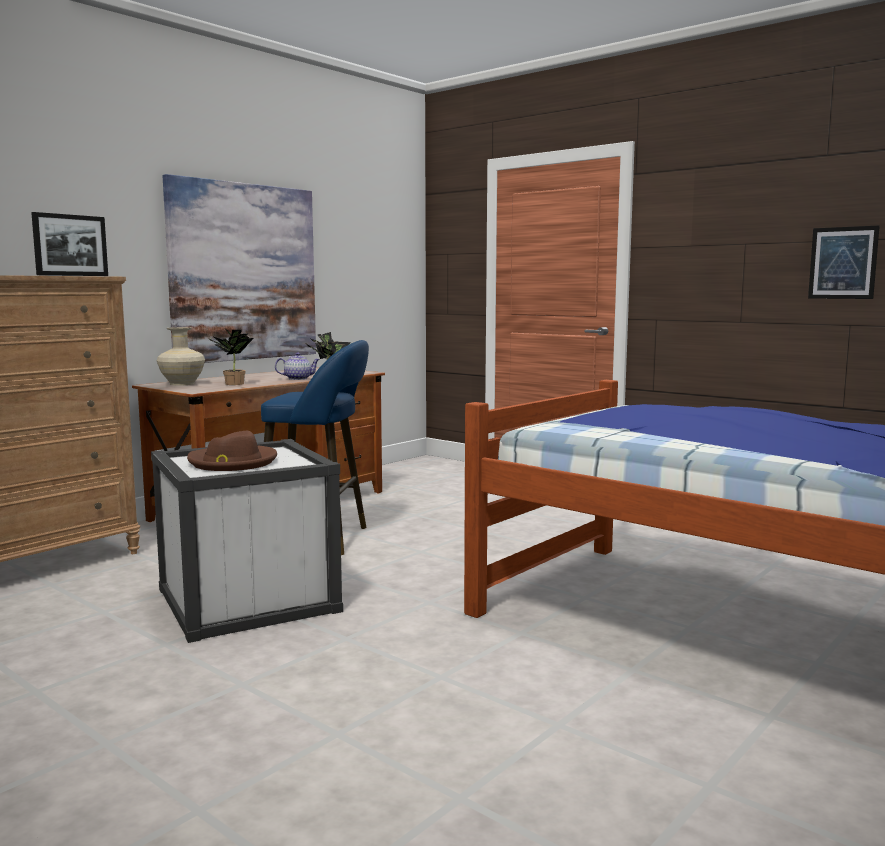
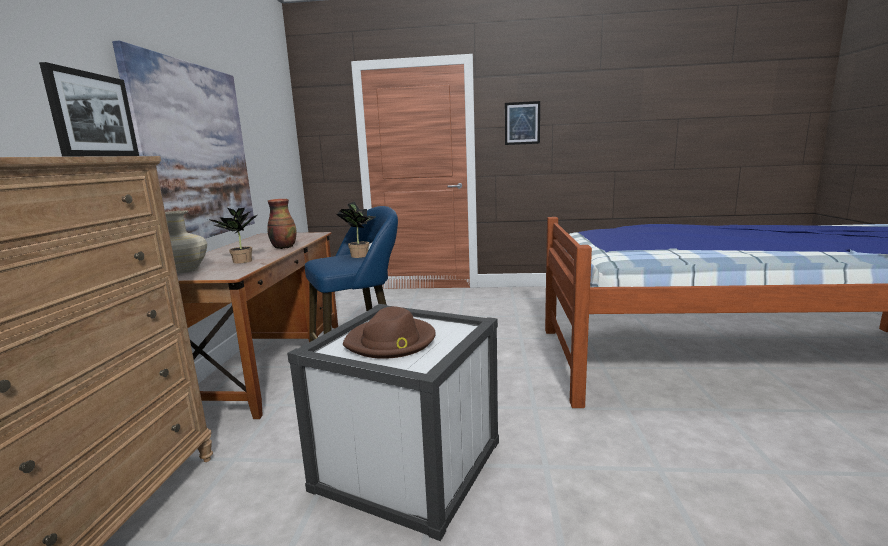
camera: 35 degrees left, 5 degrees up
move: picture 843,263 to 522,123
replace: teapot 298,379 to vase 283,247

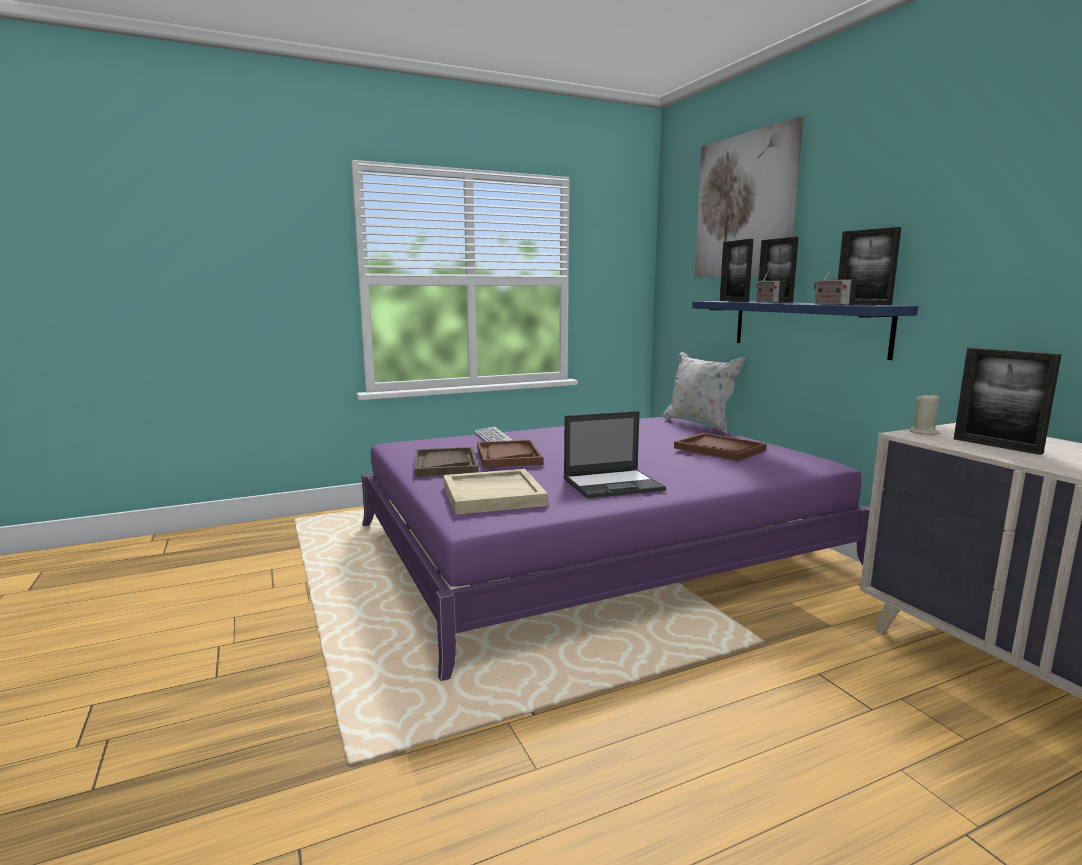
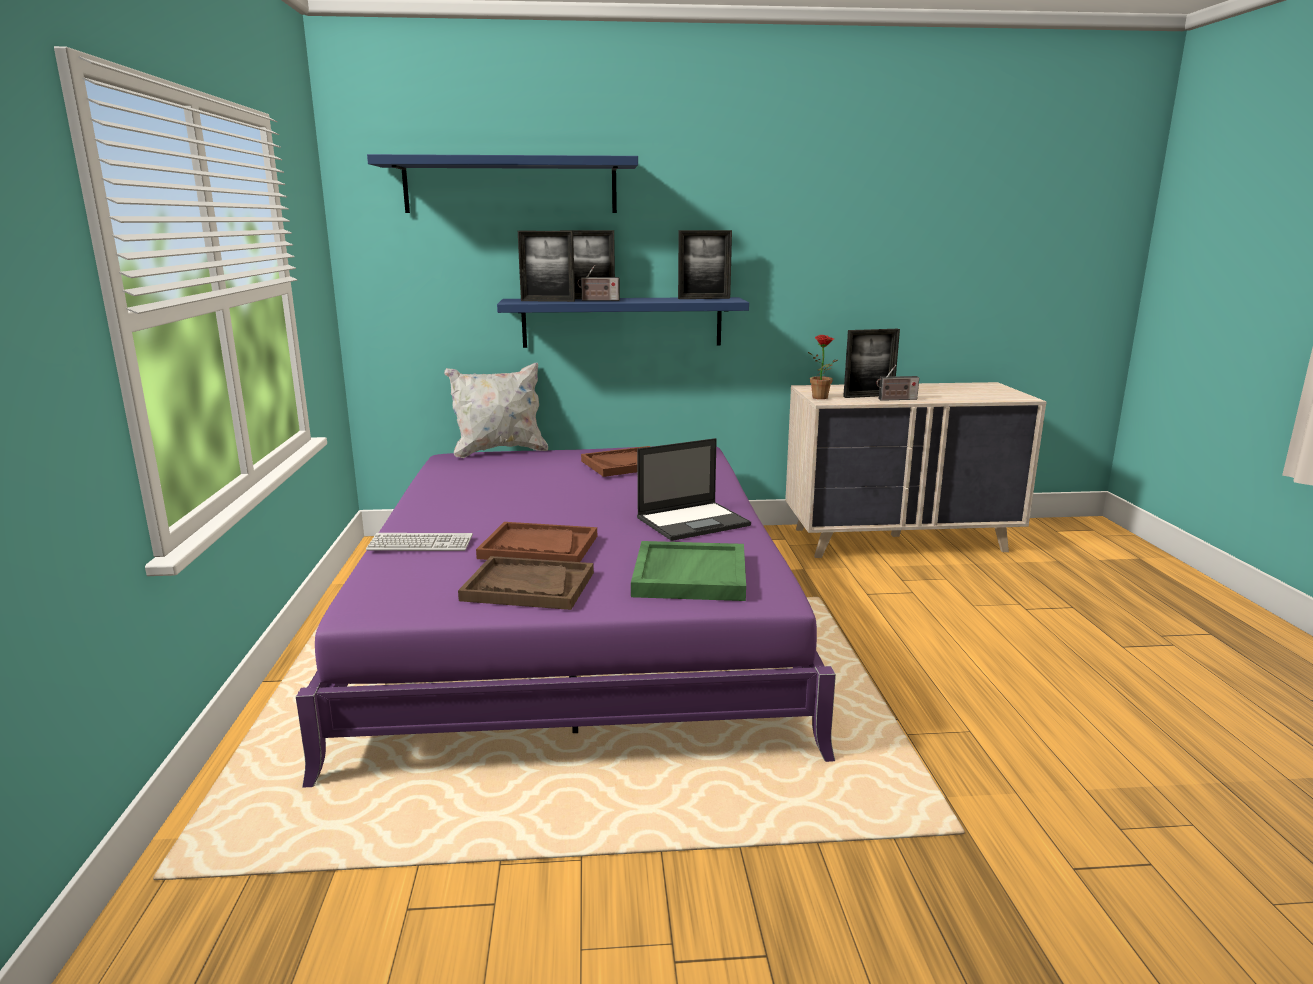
camera: 70 degrees left, 5 degrees up
move: radio 831,304 to 896,399
replace: picture 744,206 to blue shelf 510,186; beige candle 924,432 to potted plant 823,398
recolor: beige tray 494,495 to green tray 689,575
rotate: laptop 614,484 = 694,521 60 degrees clockwise

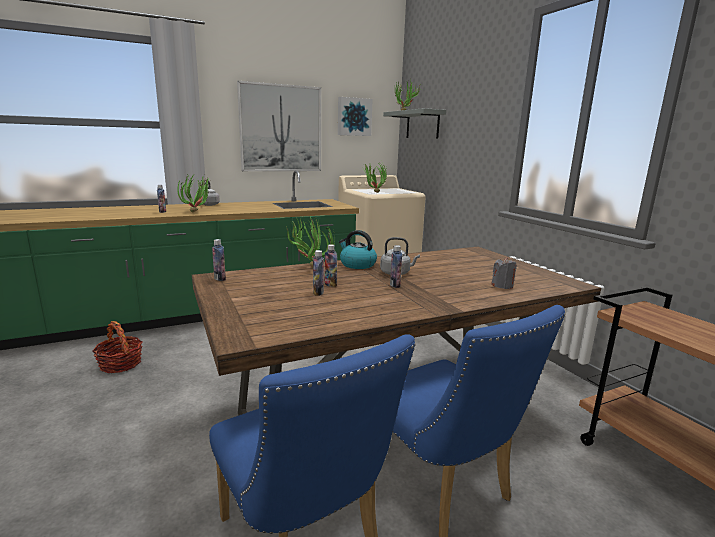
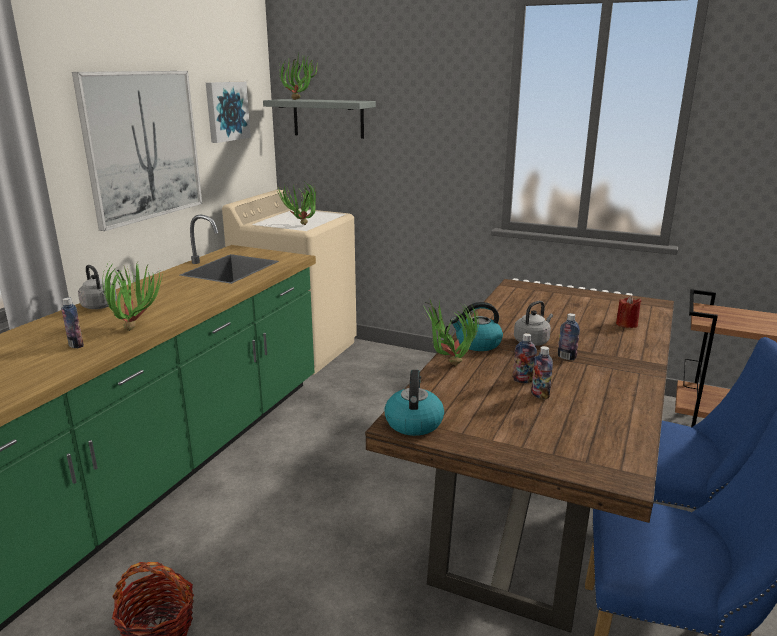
camera: 40 degrees left, 5 degrees up
replace: bottle 220,279 to kettle 413,422
recolor: grey candle 502,286 to red candle 626,324

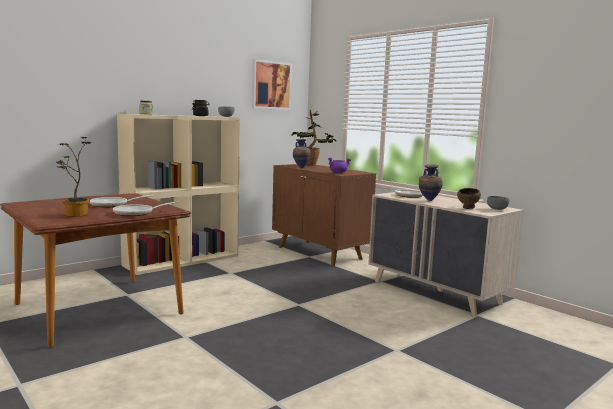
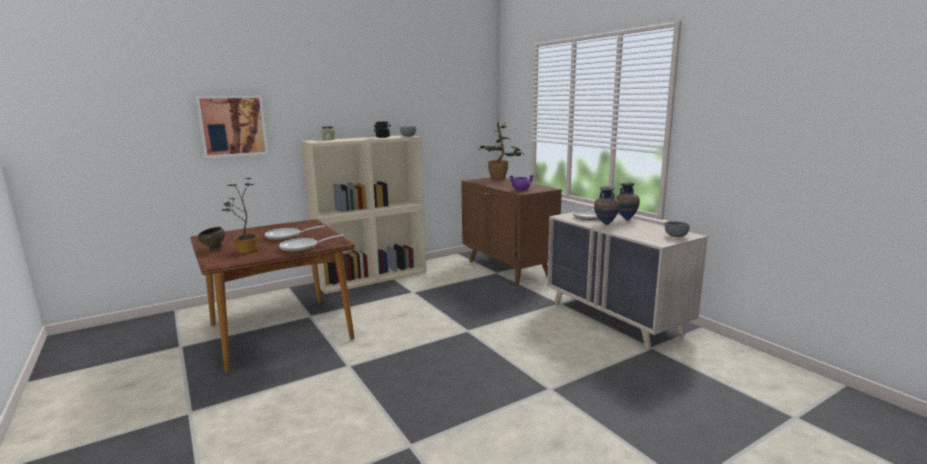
camera: 10 degrees right, 5 degrees up
move: picture 271,85 to 233,126; vase 301,167 to 626,219; brown bowl 468,208 to 214,249

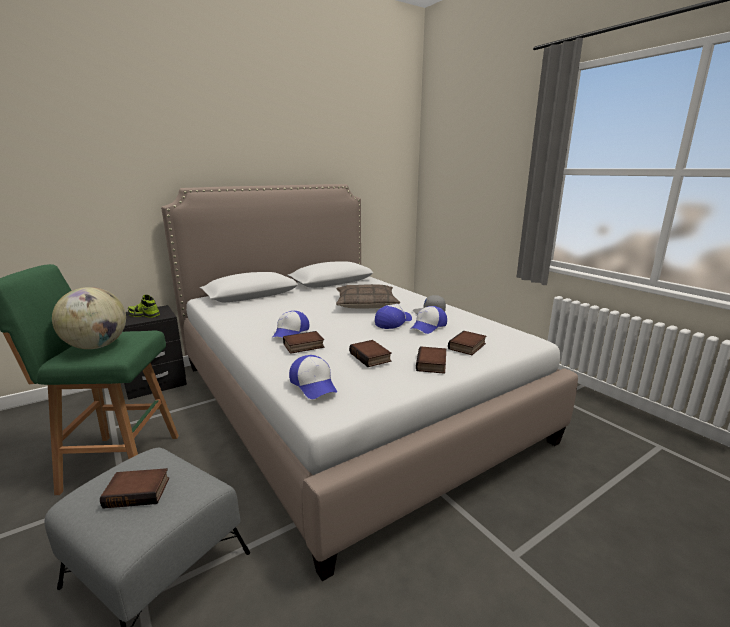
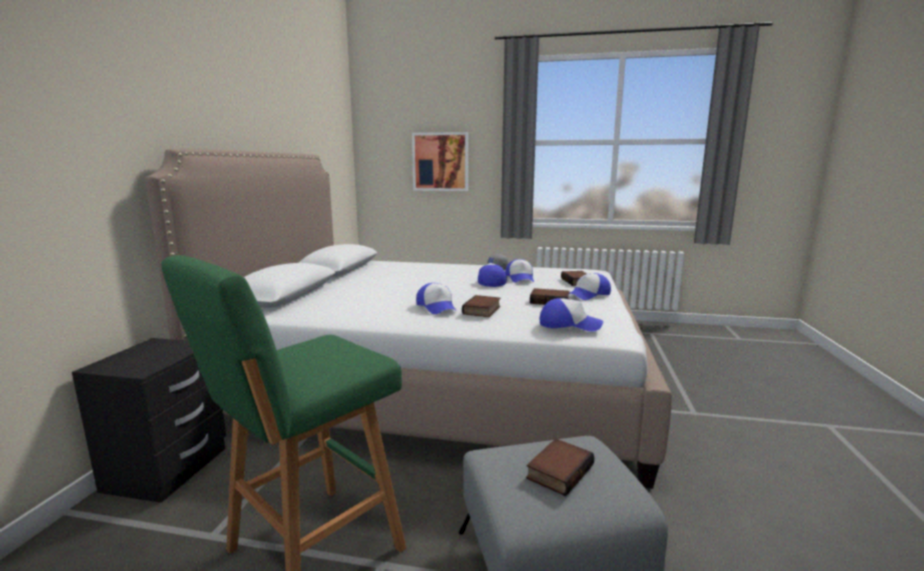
camera: 45 degrees left, 5 degrees down
delete: globe 97,346; shoe 144,315; pillow 366,304
insert: picture 440,162
replace: book 432,364 to cap 588,295

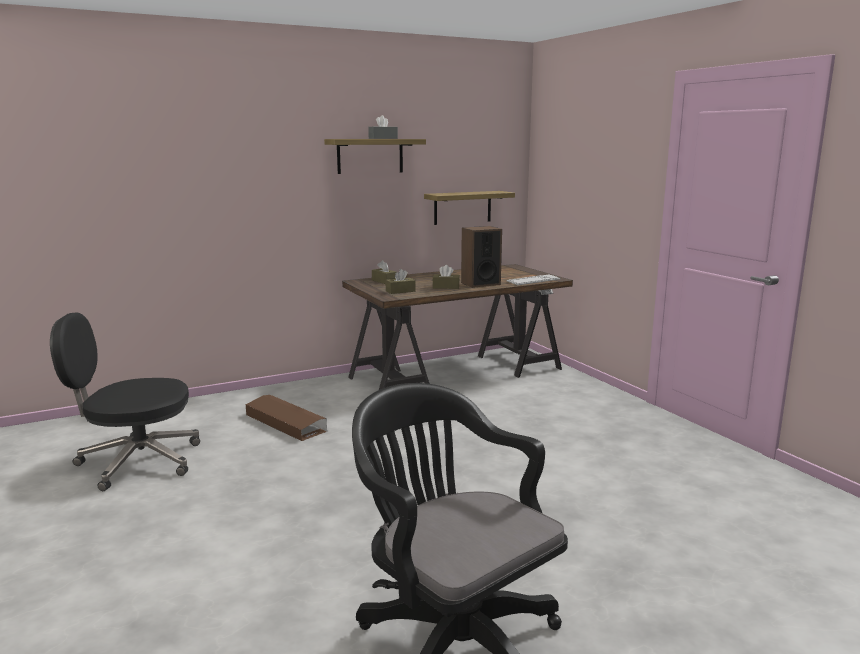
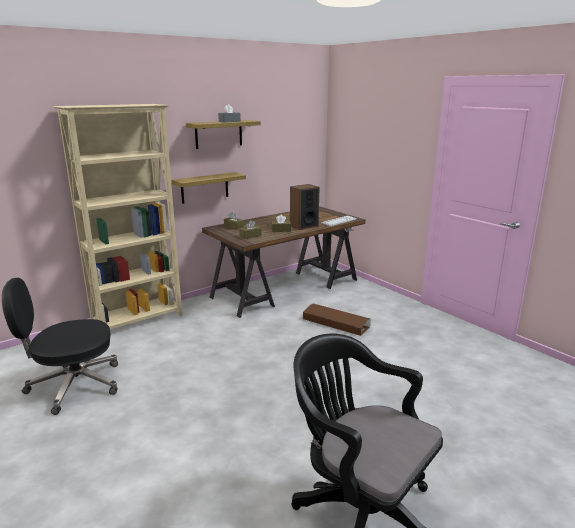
camera: 10 degrees left, 5 degrees up
insert: beige bookcase 139,320
move: brown storage box 285,423 to 335,323; shelf 462,207 to 204,188

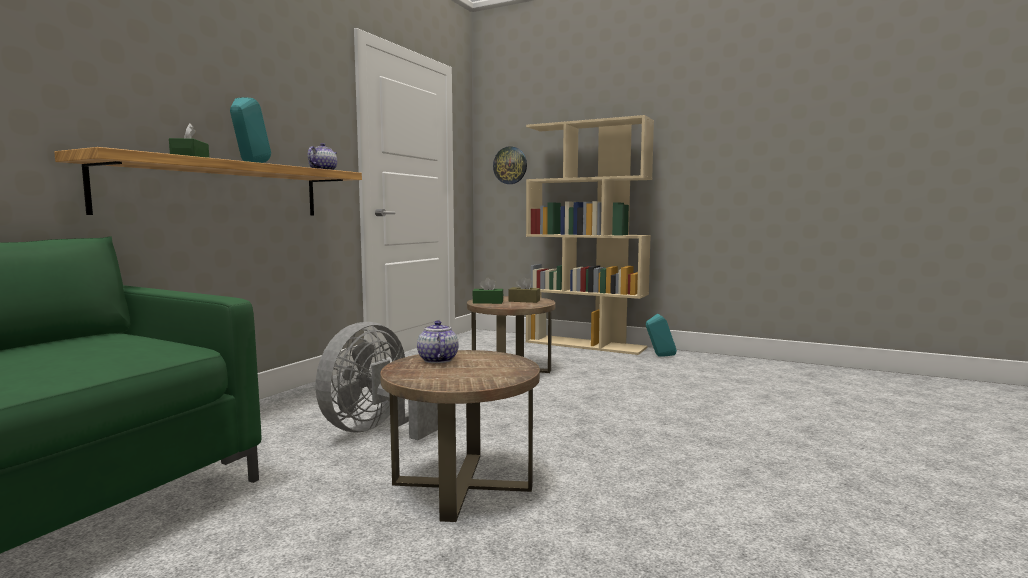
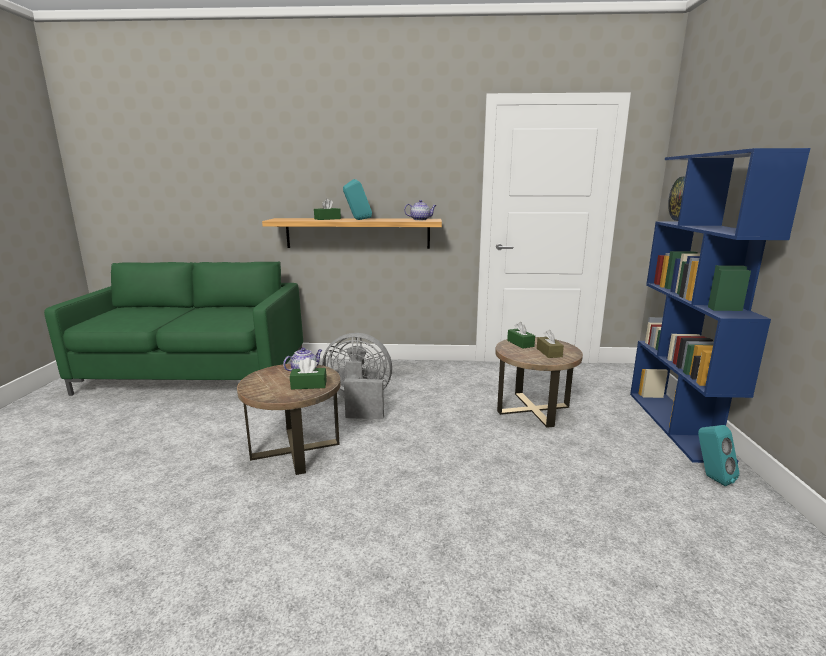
camera: 65 degrees right, 10 degrees up
insert: green tissue box 309,385
recolor: beige bookcase 586,345 to blue bookcase 677,424

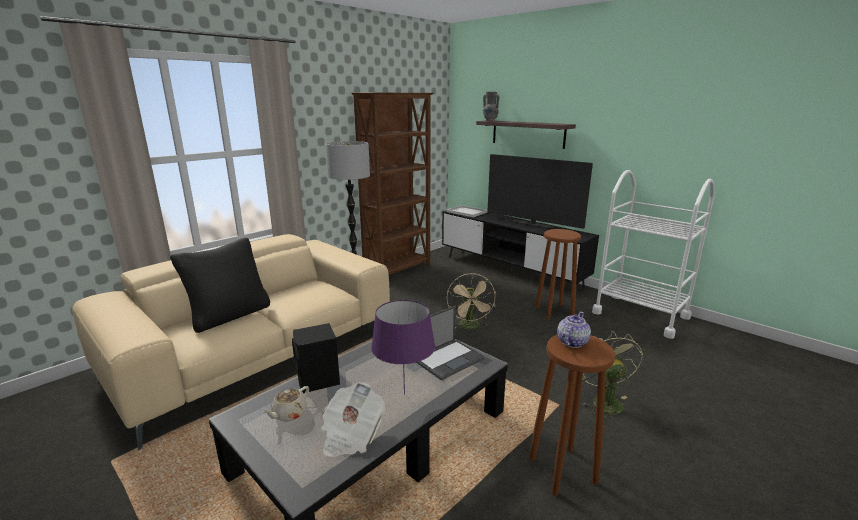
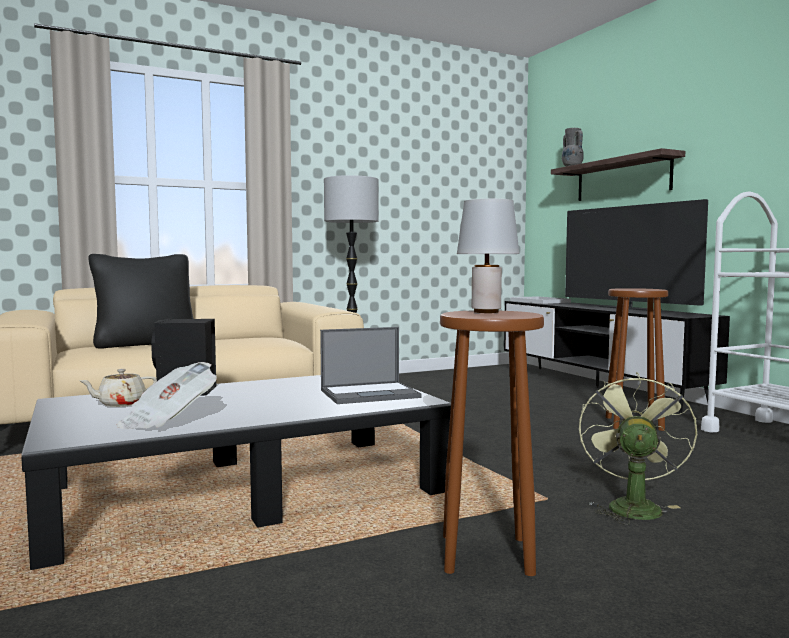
camera: 20 degrees right, 15 degrees down
delete: brown bookcase 398,270; purple table lamp 404,394; beige fan 470,327
replace: teapot 571,342 to grey table lamp 485,312

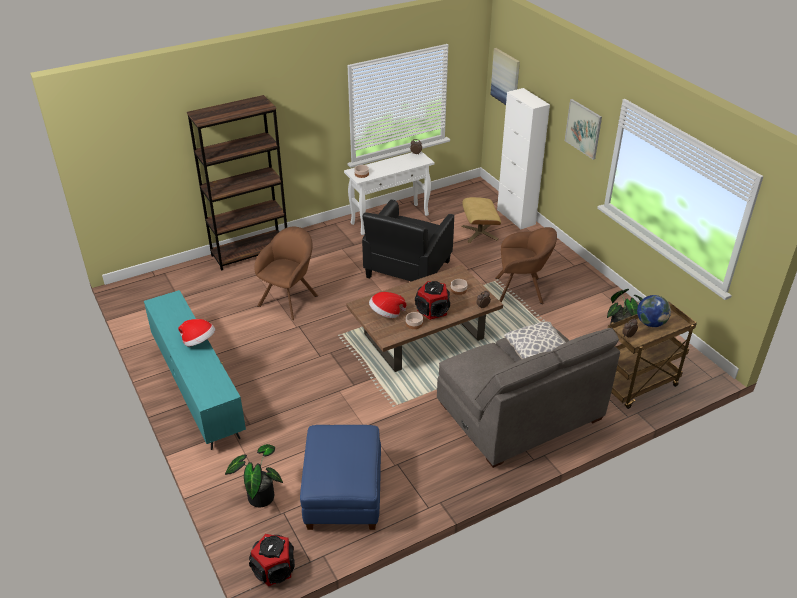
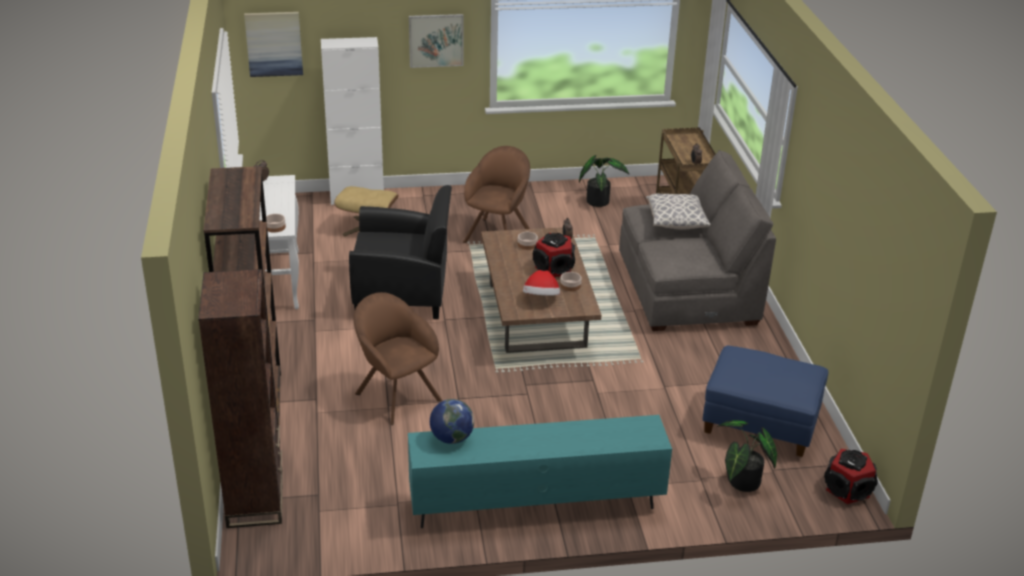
camera: 70 degrees left, 5 degrees down
delete: hat 199,342
insert: brown bookcase 255,499
move: globe 650,323 to 451,438
rotate: black armchair 407,270 = 402,294 45 degrees counterclockwise

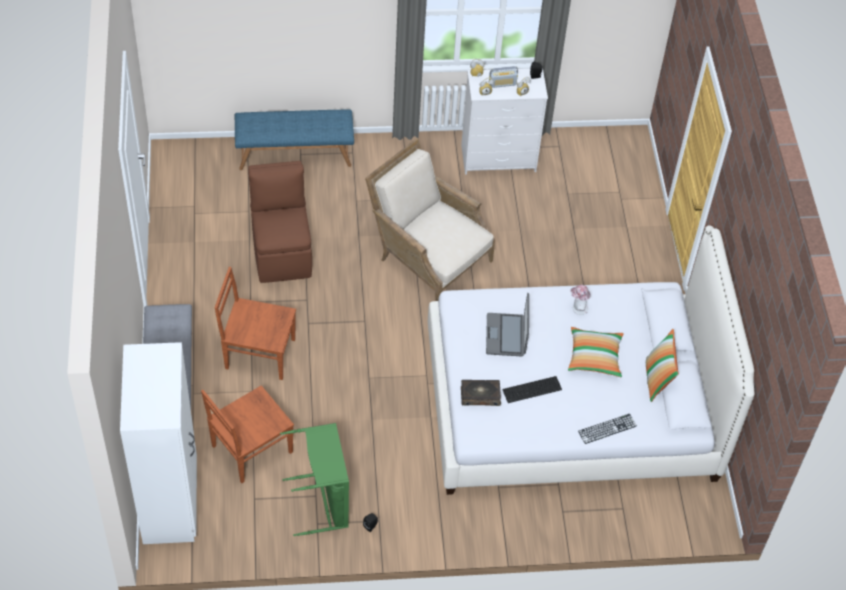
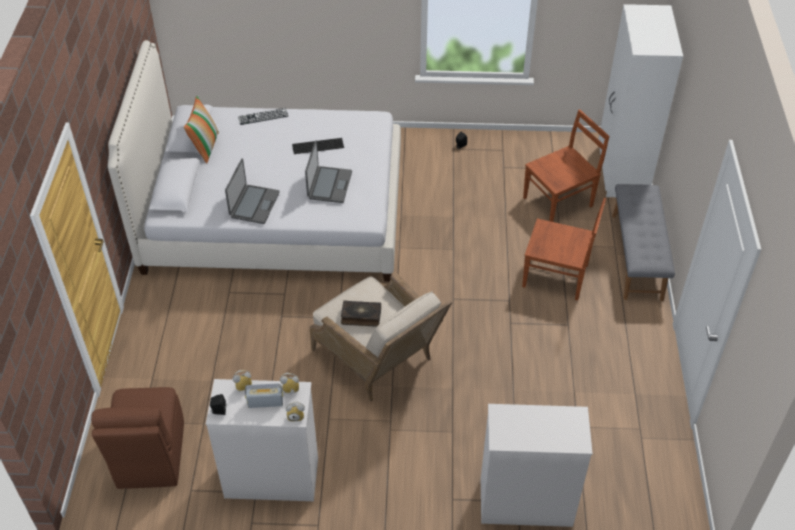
camera: 170 degrees left, 5 degrees down
delete: green laundry basket 324,502; pillow 594,357
move: brown chair 282,252 to 150,456; book 480,395 to 361,317
replace: blue bench 295,154 to white dresser 525,502; hat 578,308 to laptop 254,205

